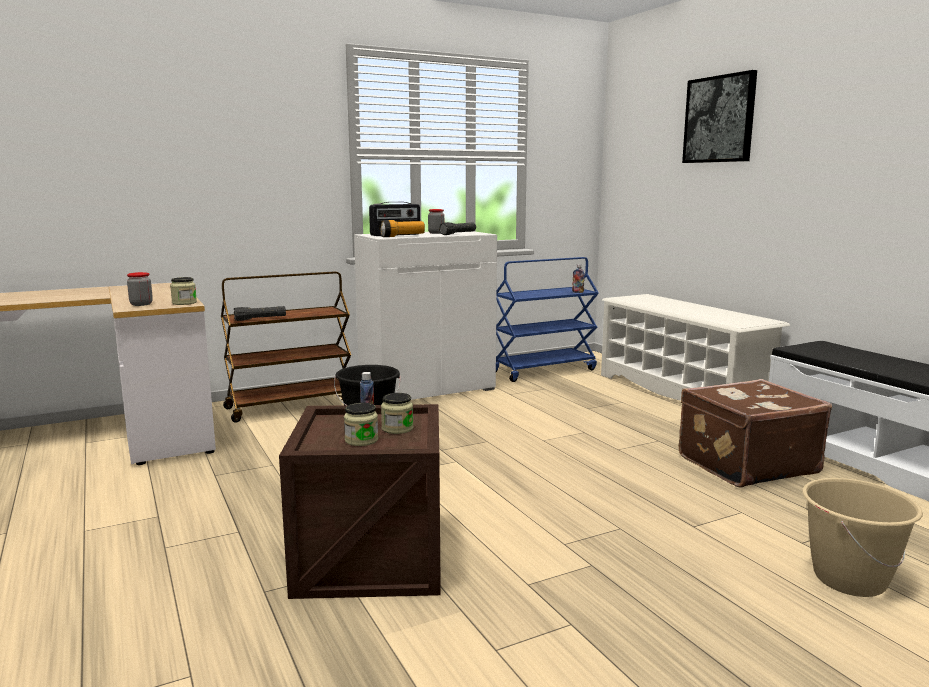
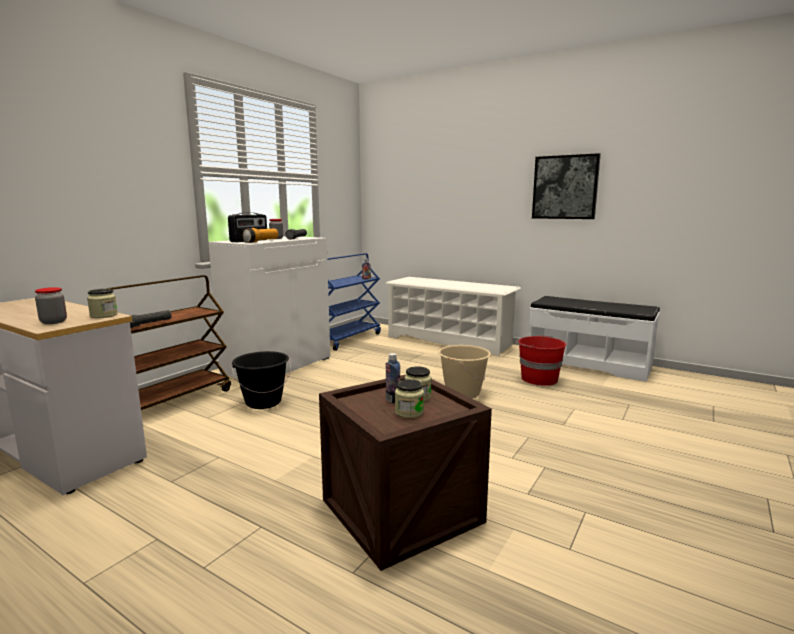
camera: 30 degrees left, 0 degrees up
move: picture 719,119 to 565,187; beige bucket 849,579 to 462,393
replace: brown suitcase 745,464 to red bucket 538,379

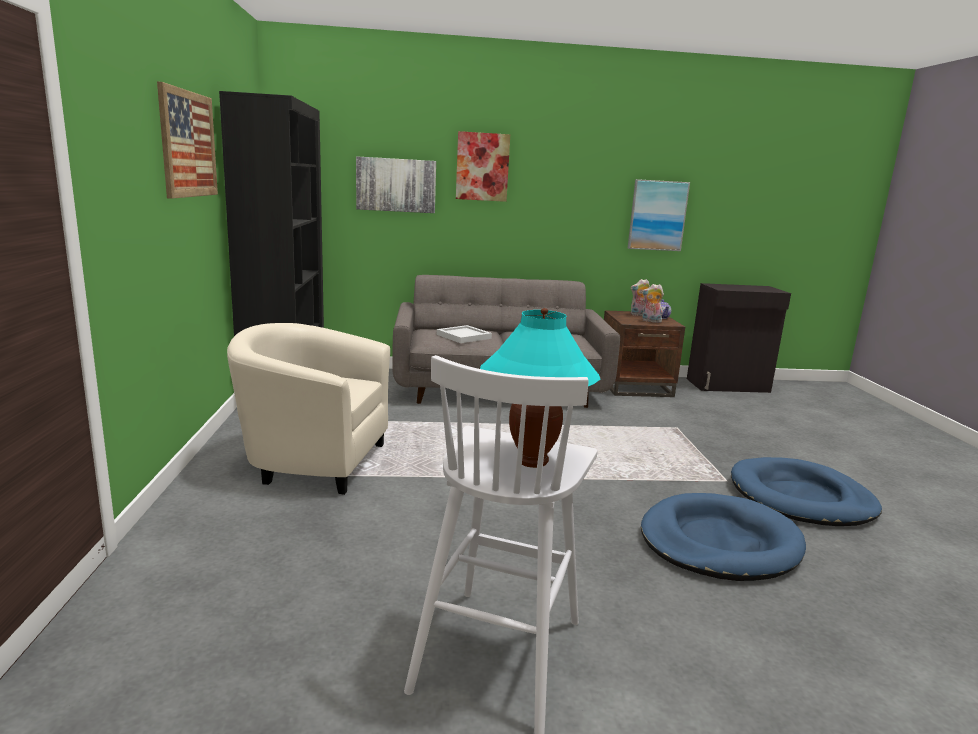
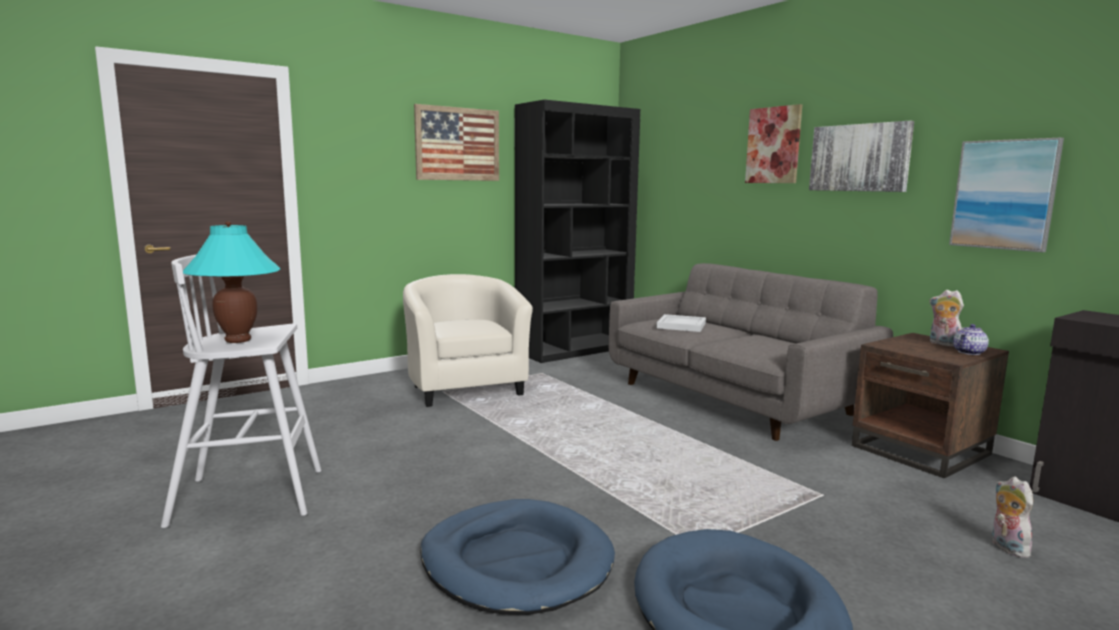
camera: 60 degrees right, 5 degrees down
move: picture 396,185 to 859,158; plush toy 650,321 to 1006,547

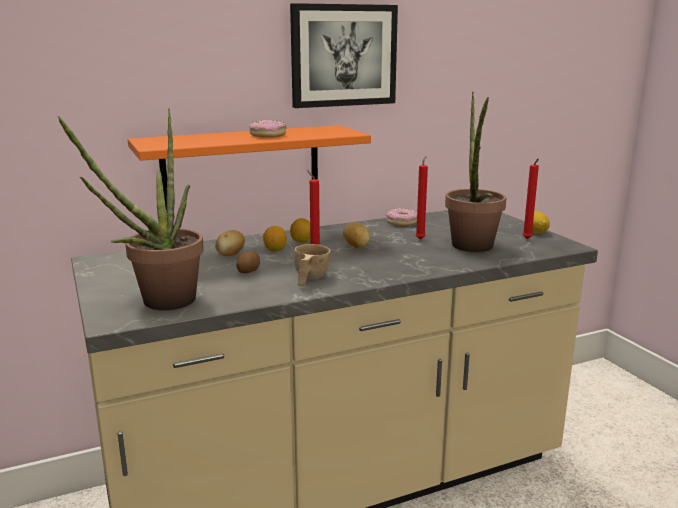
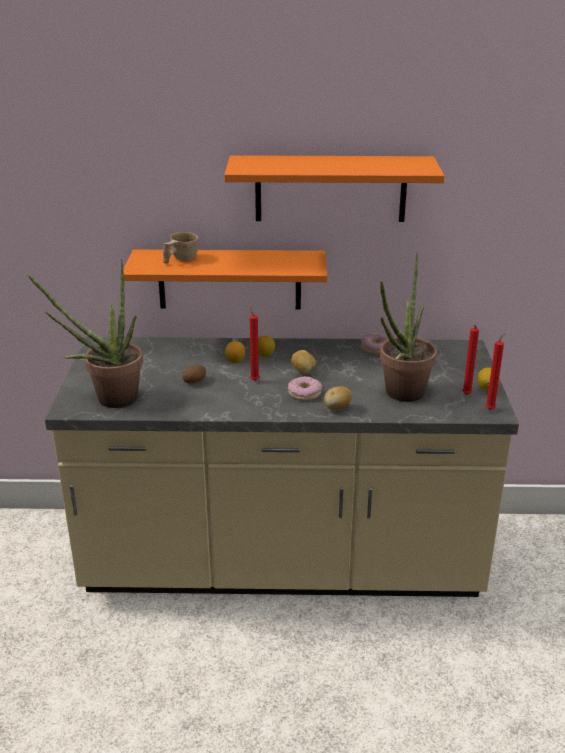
camera: 25 degrees right, 10 degrees up
move: potato 230,255 to 336,408; donut 268,135 to 304,393; beige cup 309,279 to 180,259; red candle 420,239 to 491,409
replace: picture 343,55 to orange shelf 330,188

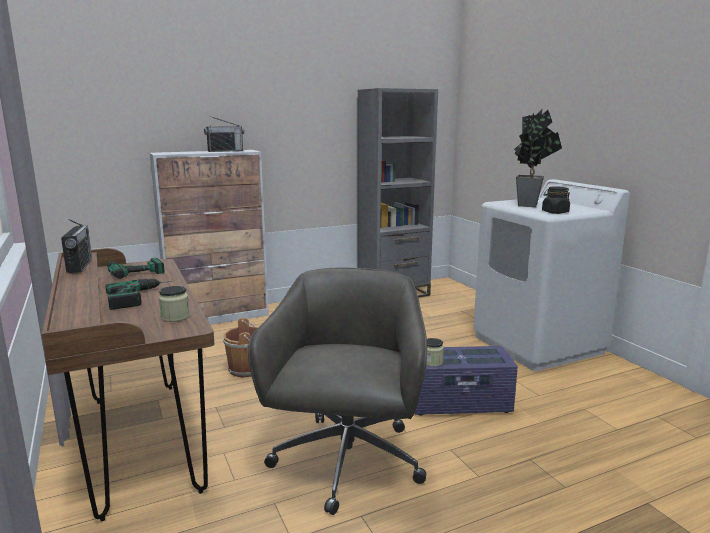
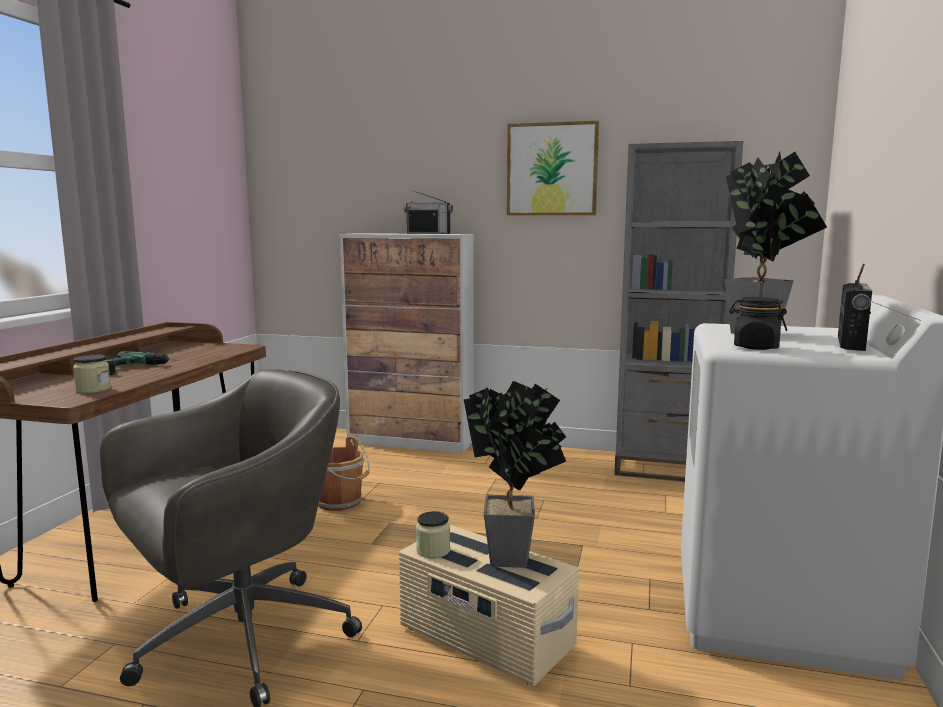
camera: 40 degrees right, 5 degrees down
delete: power drill 133,270
insert: potted plant 516,561; picture 552,169
move: radio 80,266 to 851,343
recolor: purple storage box 459,403 to beige storage box 486,638

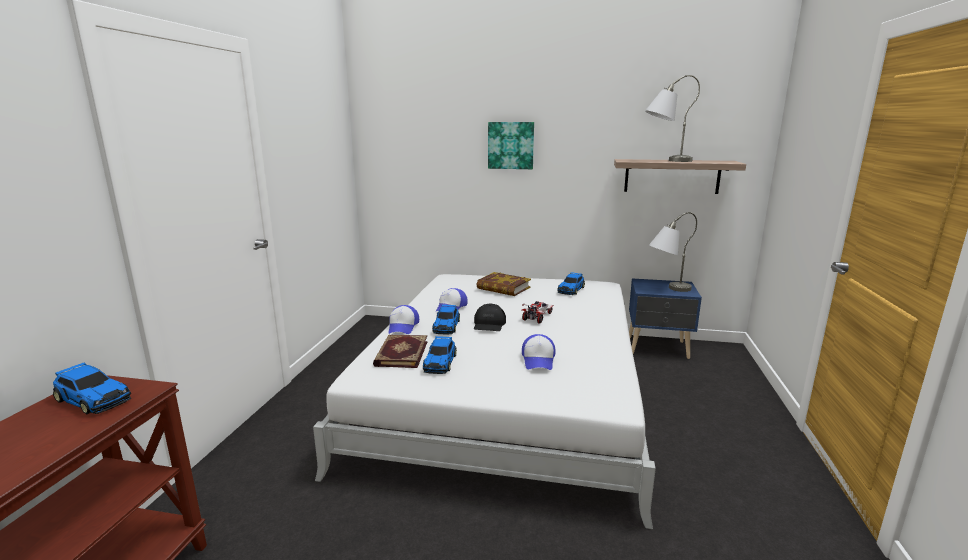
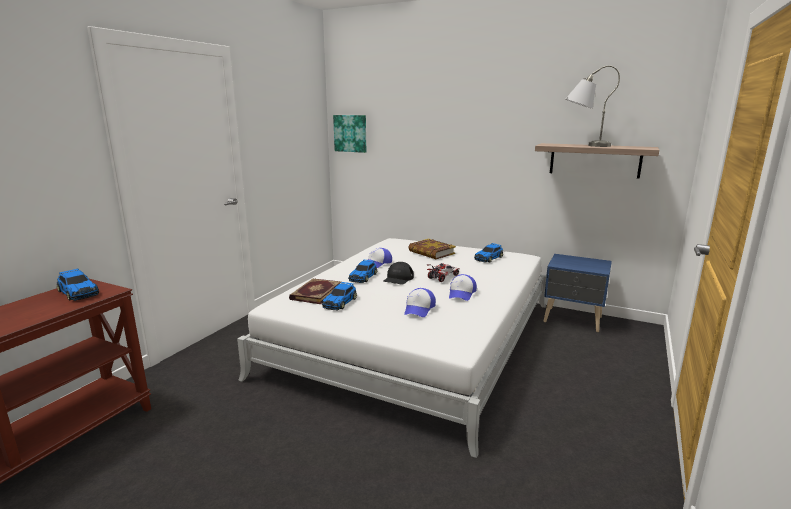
camera: 15 degrees right, 0 degrees up
delete: grey table lamp 667,289
move: cap 403,326 to 462,293; picture 511,145 to 350,133

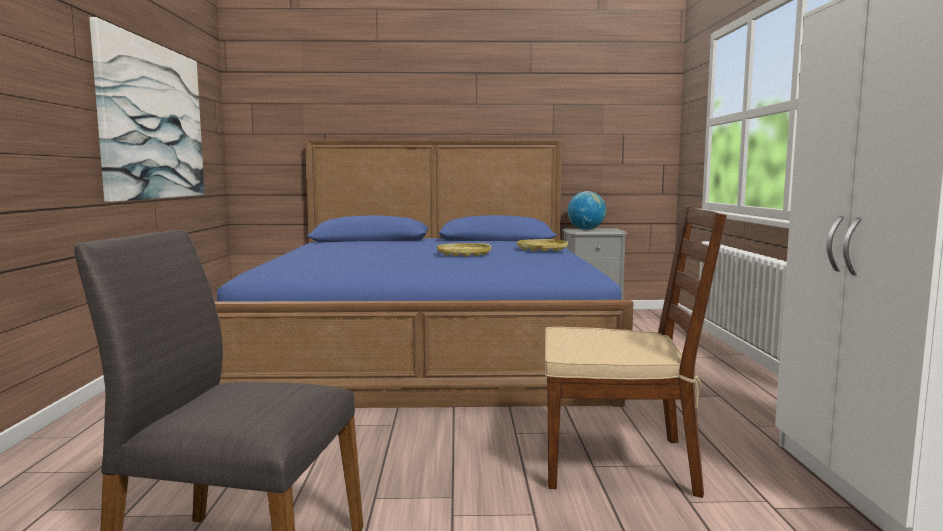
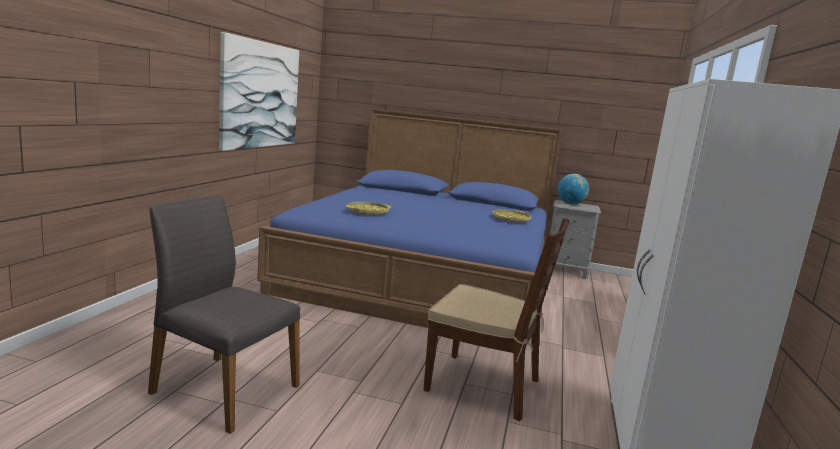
camera: 15 degrees right, 5 degrees up
move: yellow tray 464,254 to 368,212

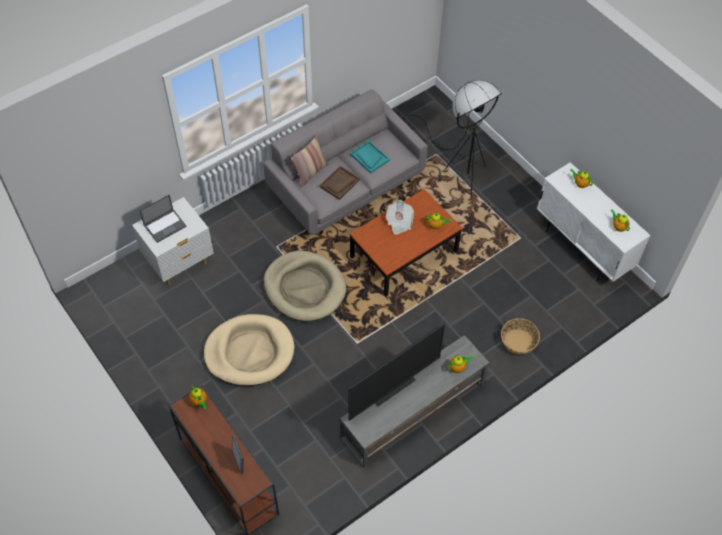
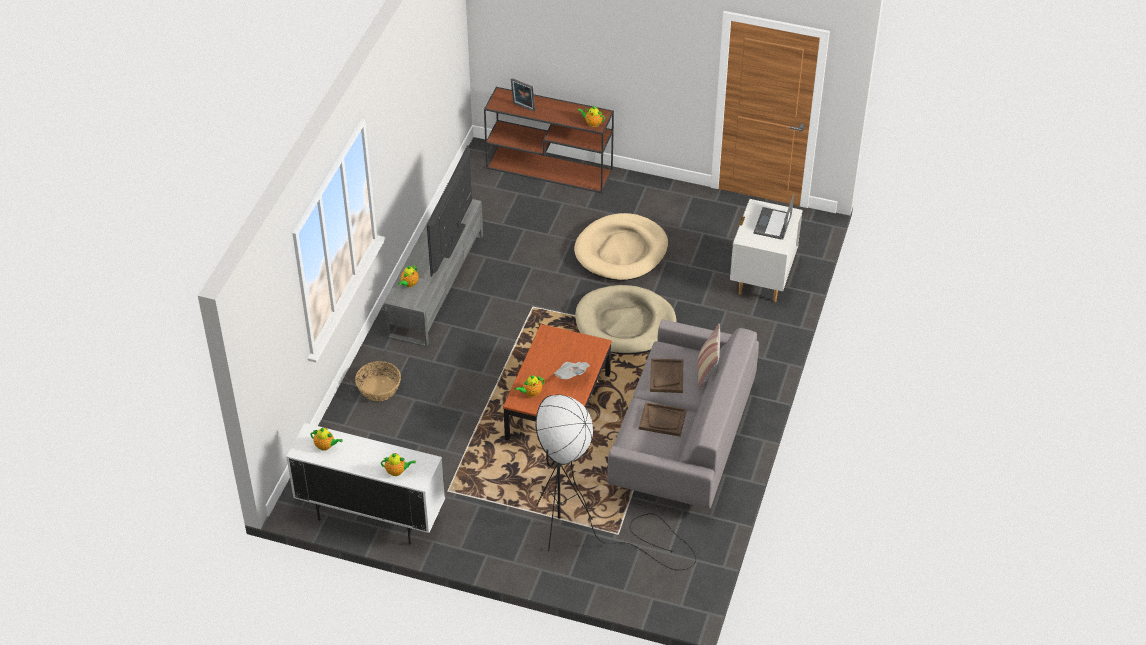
camera: 145 degrees right, 10 degrees down
recolor: turquoise tray 369,157 to brown tray 662,420

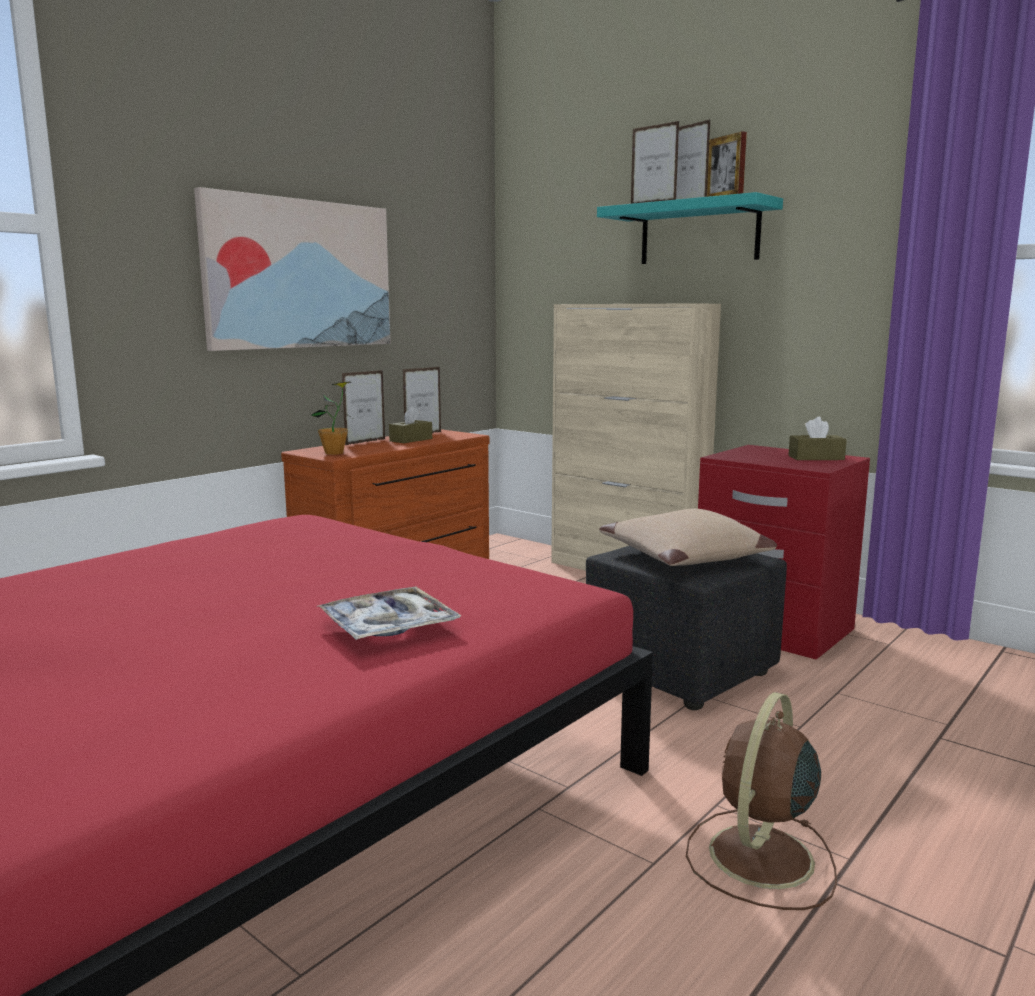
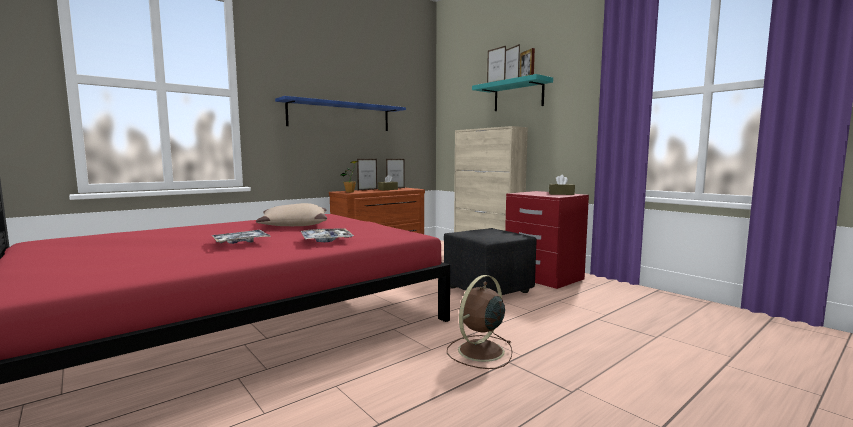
camera: 10 degrees right, 5 degrees down
insert: tray 241,242
move: beige pillow 686,556 to 294,225
replace: picture 299,274 to blue shelf 340,116

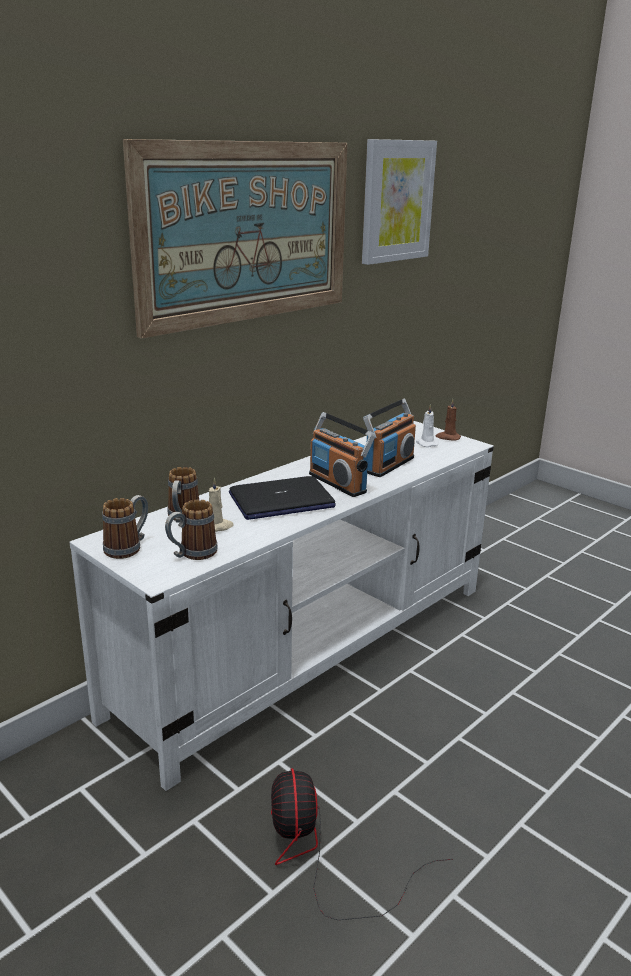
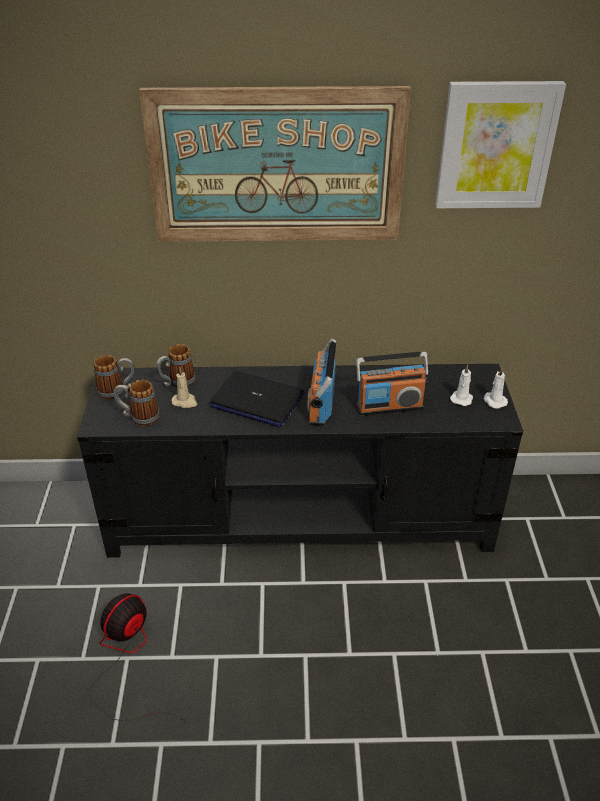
camera: 45 degrees right, 15 degrees up
recolor: white tv stand 310,647 to black tv stand 301,518; brown candle 447,437 to white candle 494,401

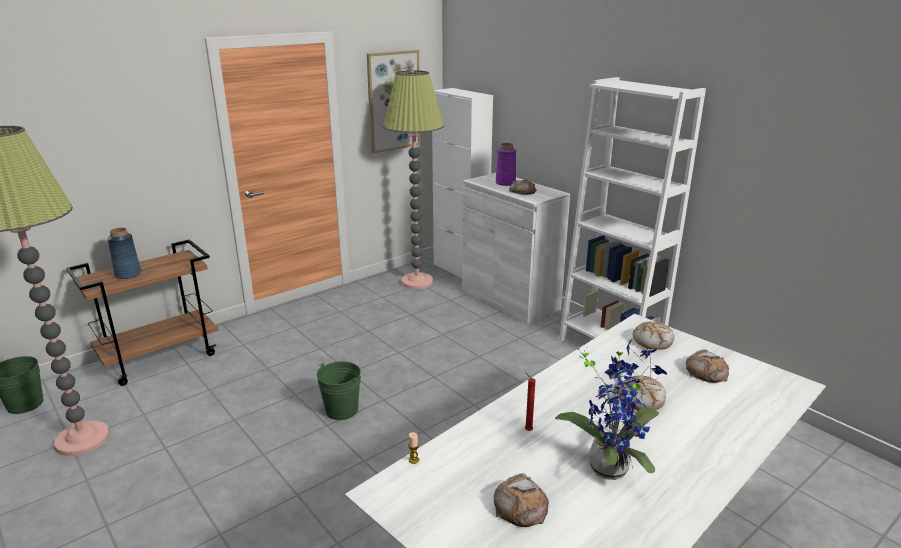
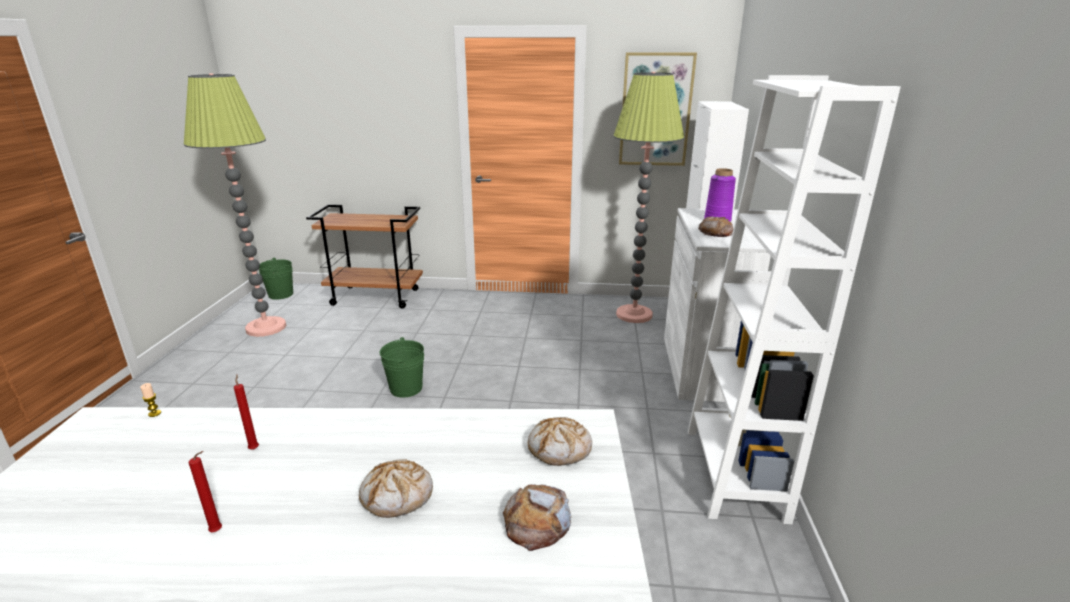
camera: 45 degrees right, 0 degrees up
delete: blue vase 128,274; bread 521,506
replace: potted plant 610,465 to red candle 218,531

